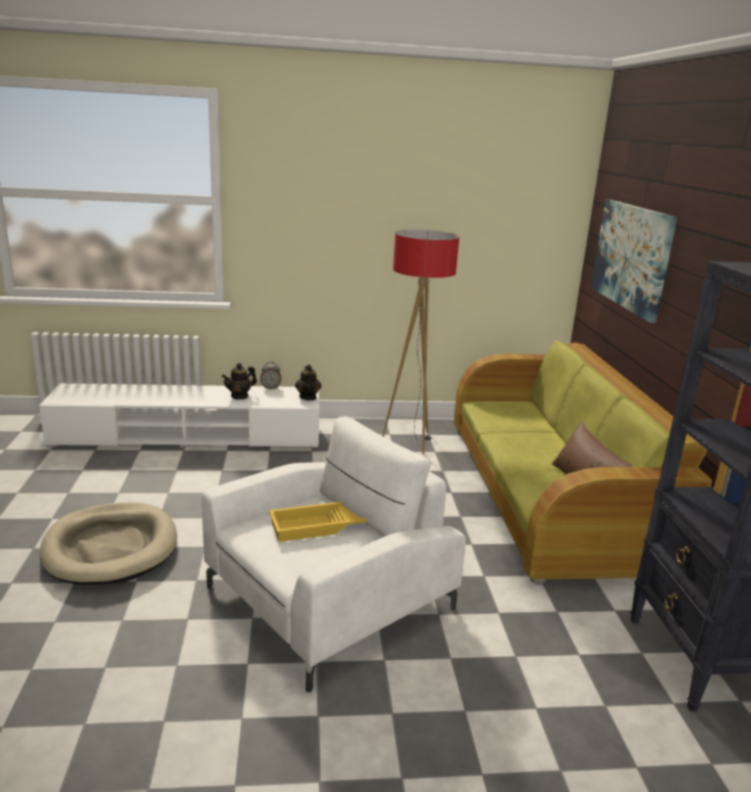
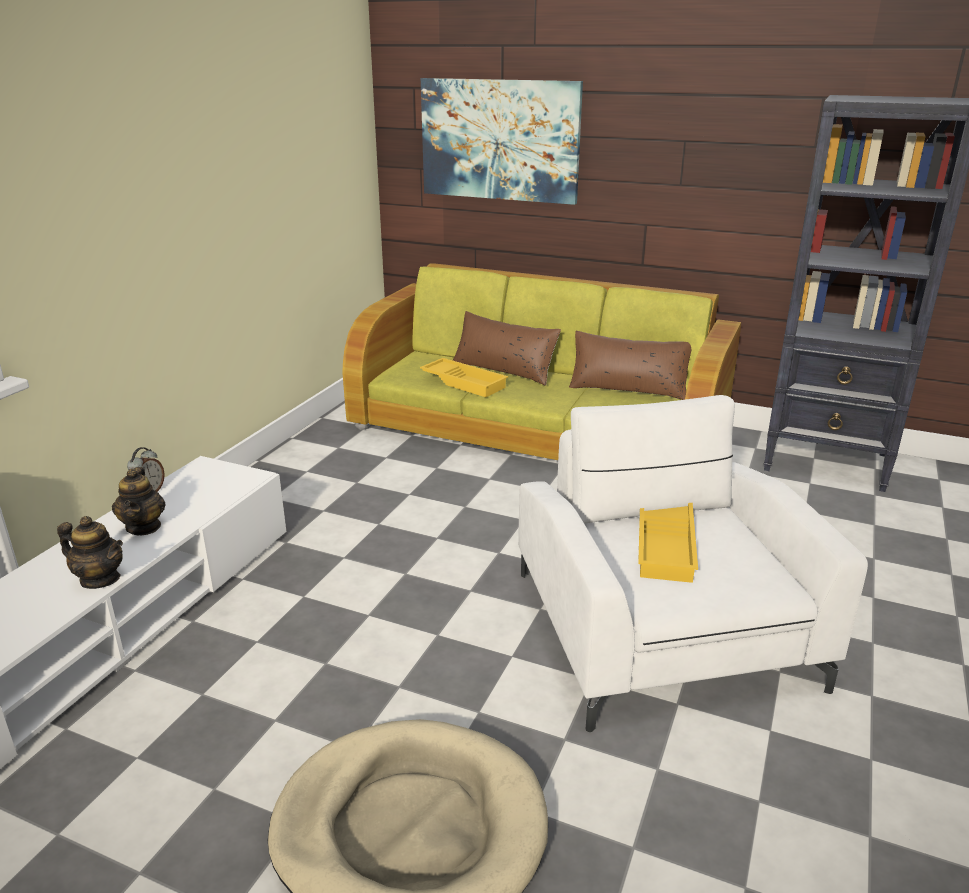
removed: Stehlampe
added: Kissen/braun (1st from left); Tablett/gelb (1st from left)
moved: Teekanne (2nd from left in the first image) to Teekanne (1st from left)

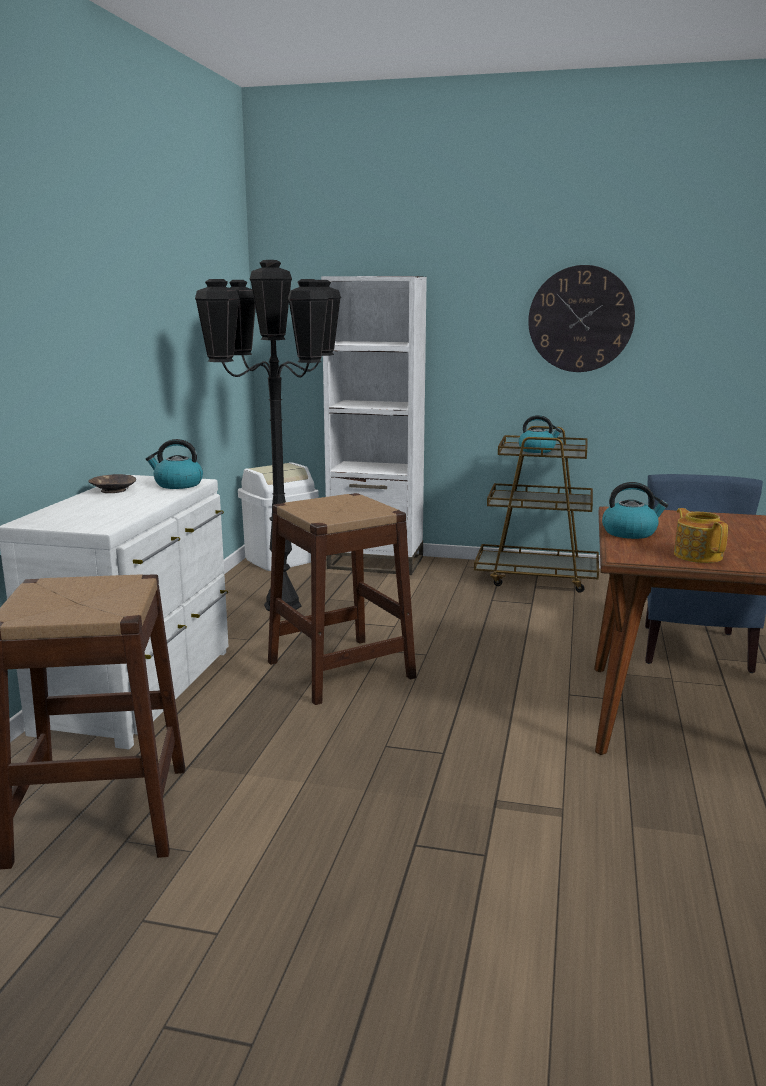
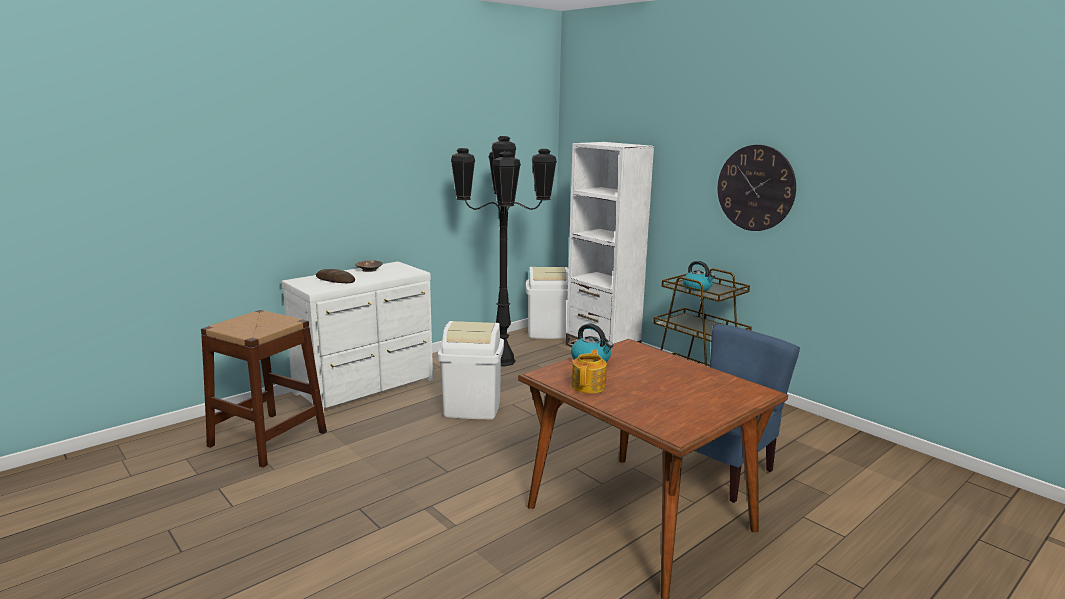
removed: Wasserkessel (1st from left)
added: Brot
replaced: Hocker/braun (2nd from left) to Mülleimer/weiß (1st from left)

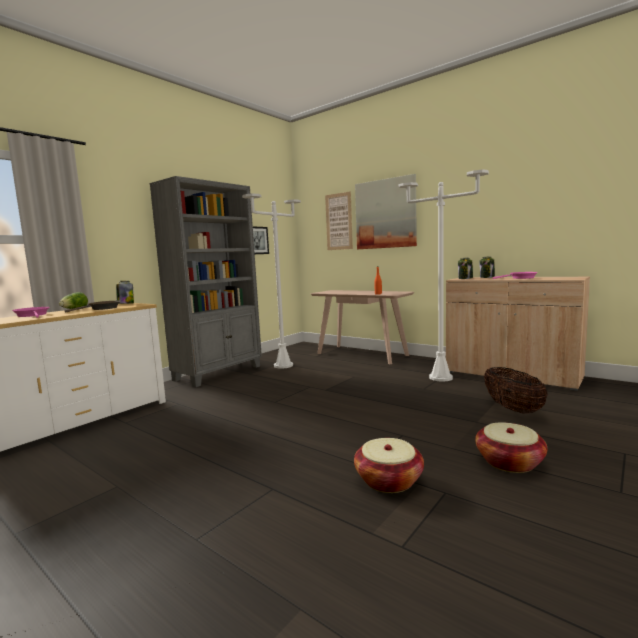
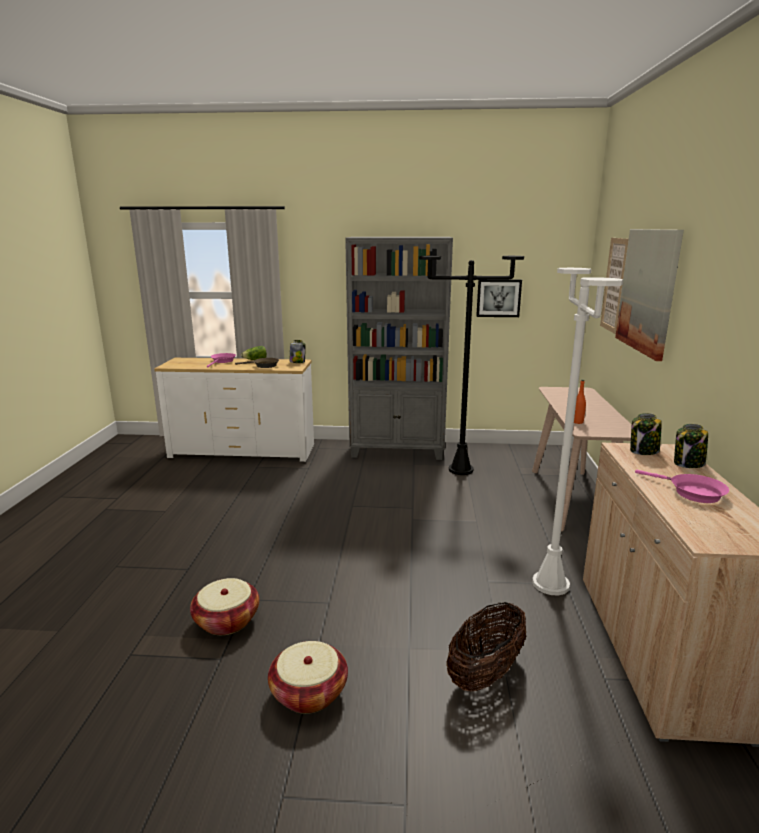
recoloured: Stehlampe/weiß (1st from left) to Stehlampe/schwarz

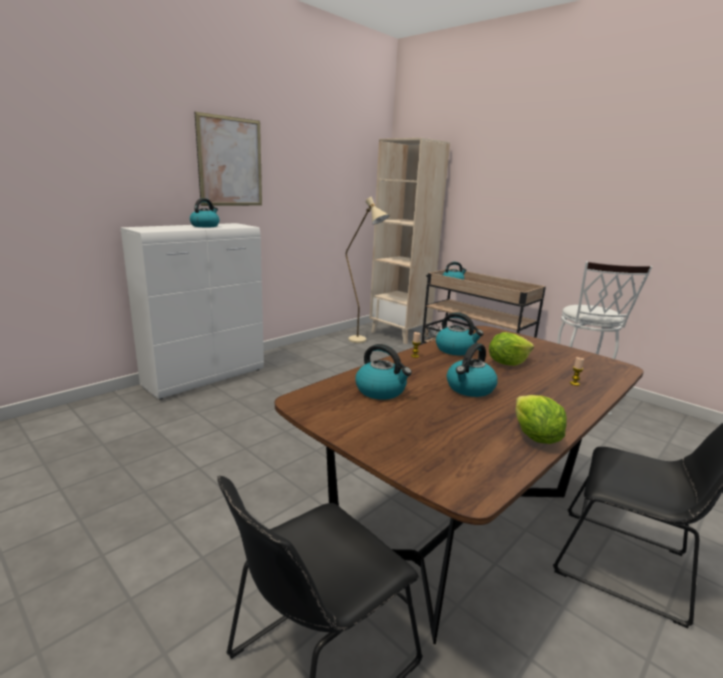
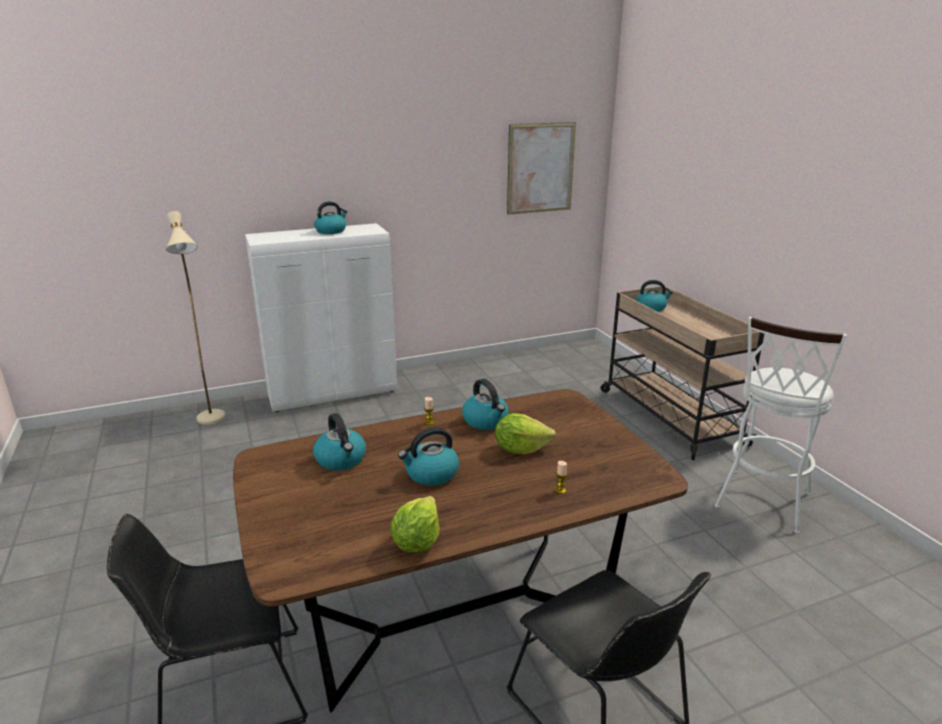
removed: Bücherregal/beige
moved: Bild; Stehlampe/beige

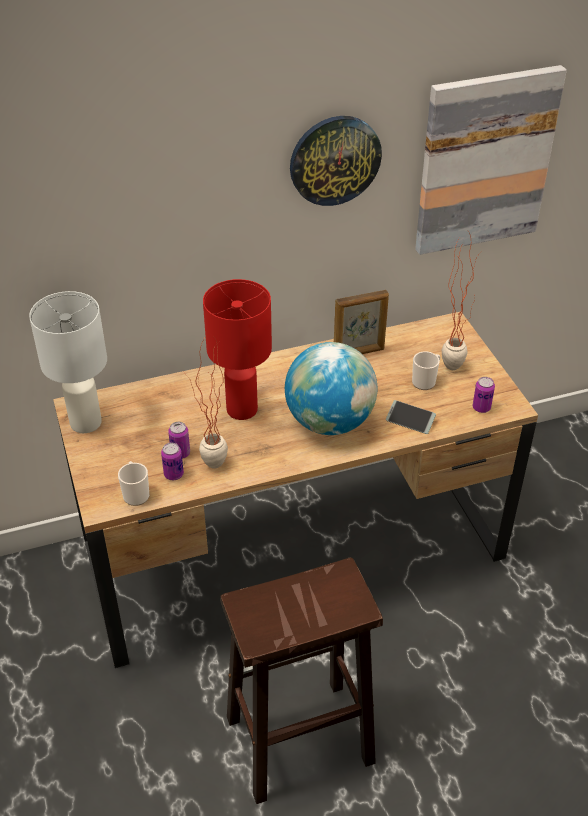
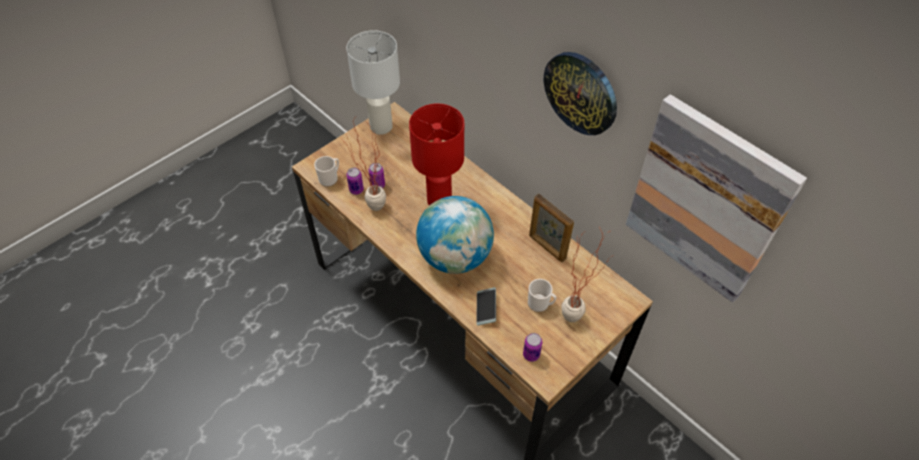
removed: Hocker/braun

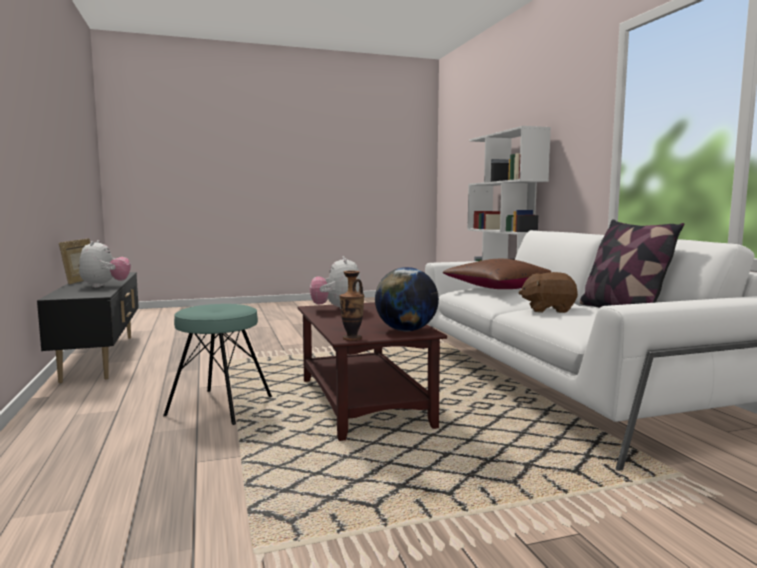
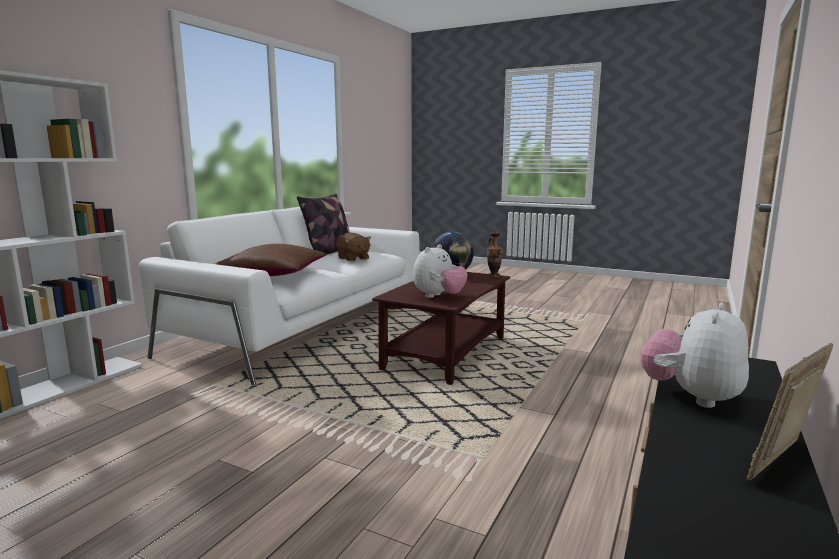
removed: Hocker/türkis

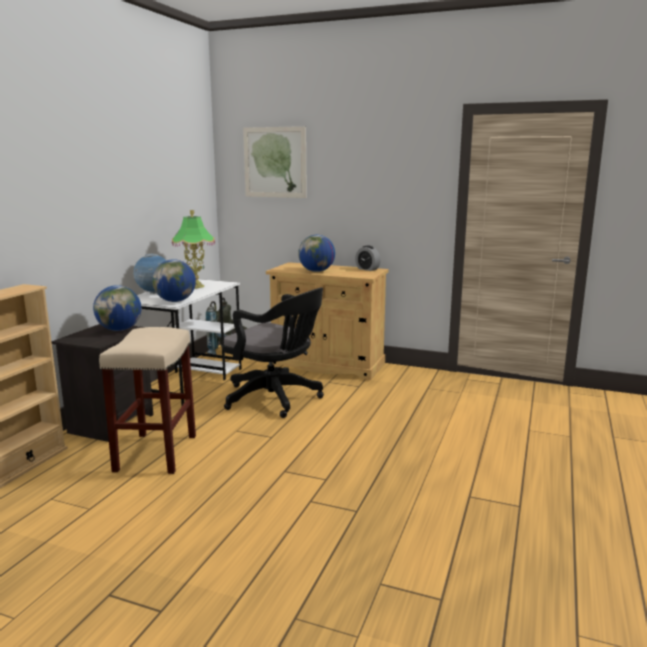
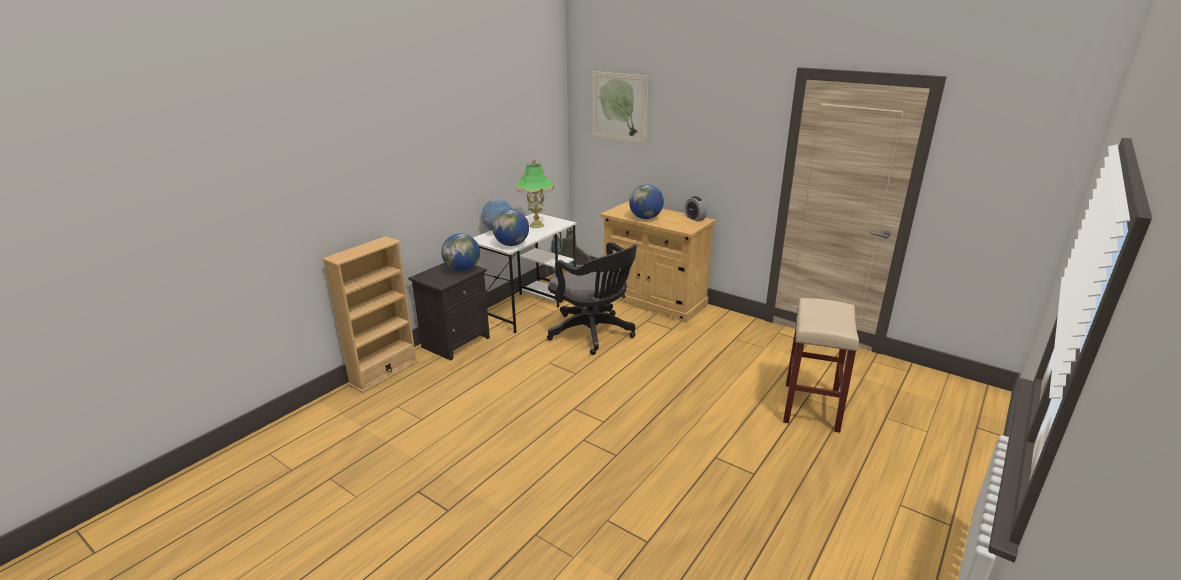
moved: Hocker/beige

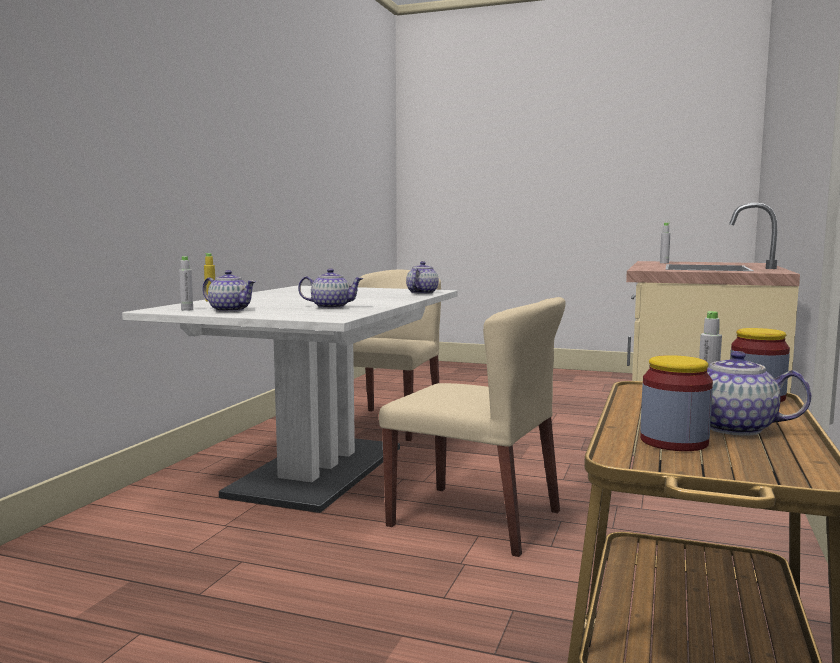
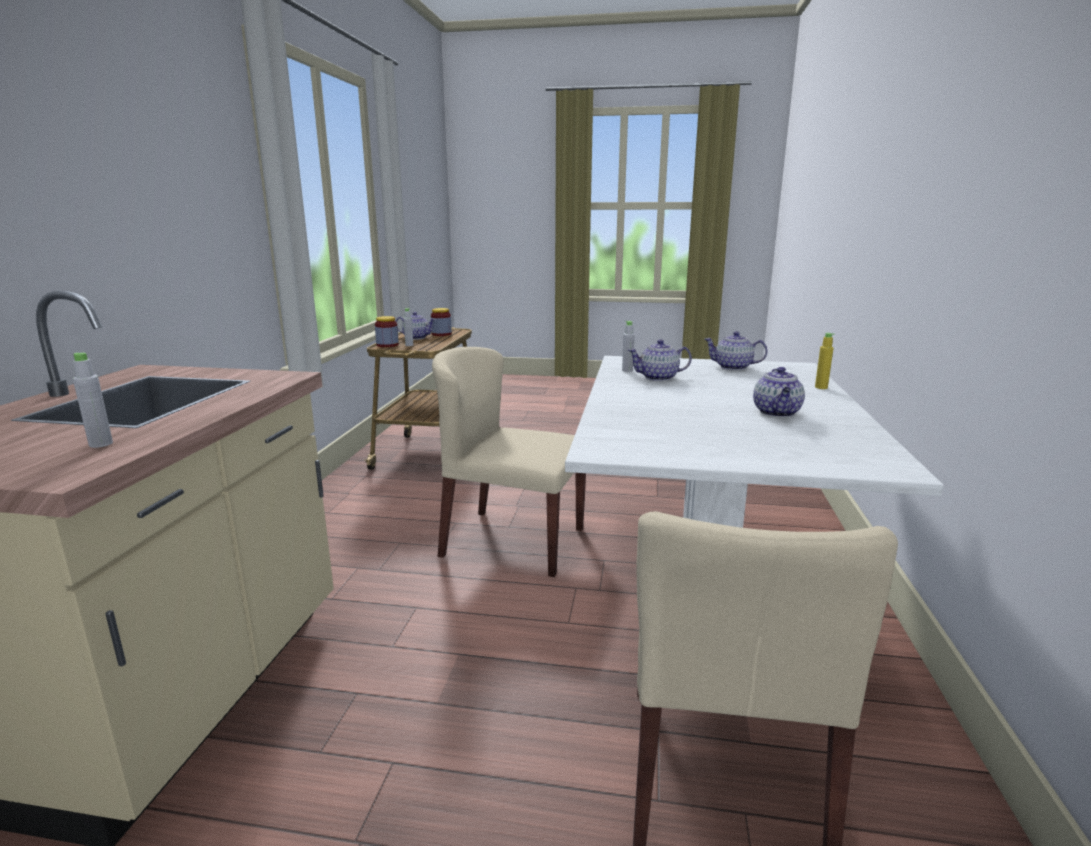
moved: Flasche/grau (1st from left in the first image) to Flasche/grau (3rd from left); Teekanne (3rd from left in the first image) to Teekanne (4th from left)

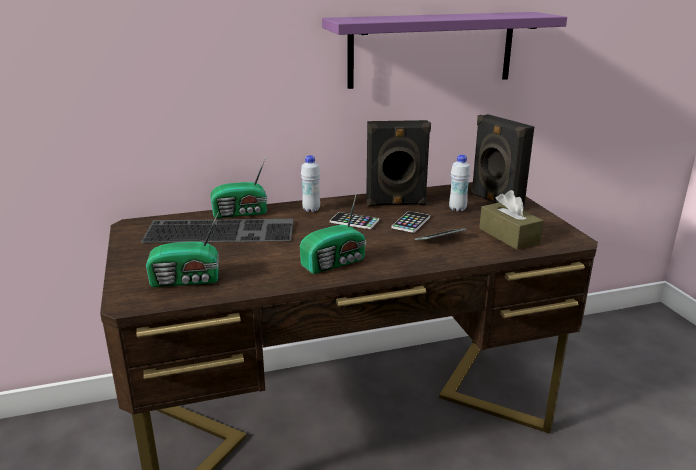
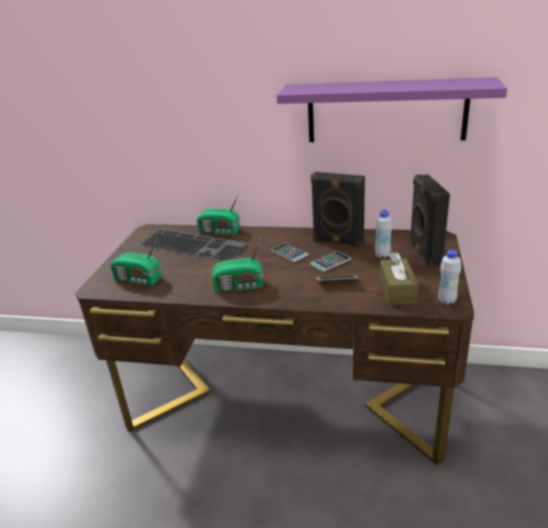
moved: Flasche/weiß (1st from left in the first image) to Flasche/weiß (2nd from left)

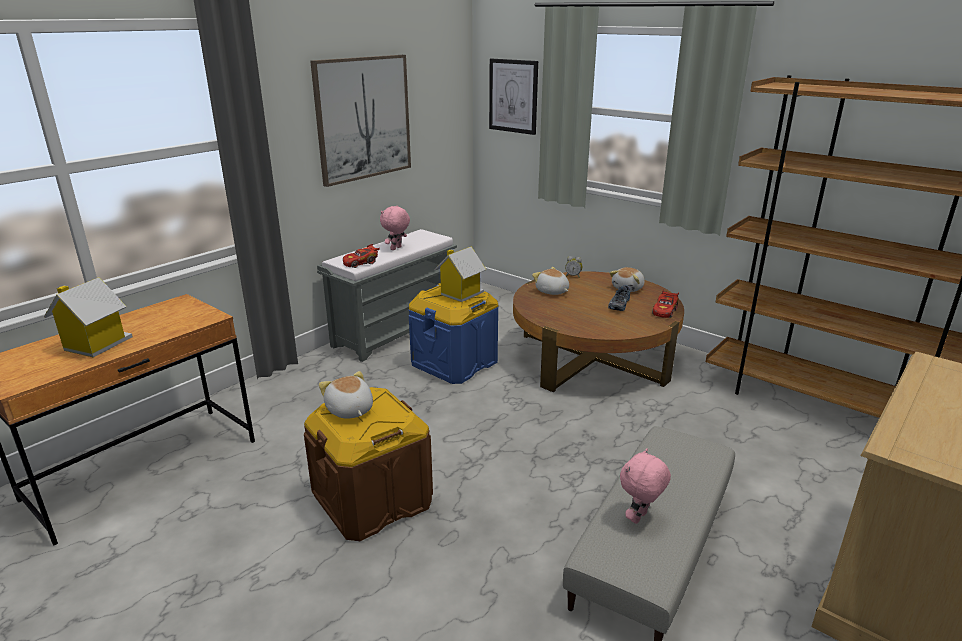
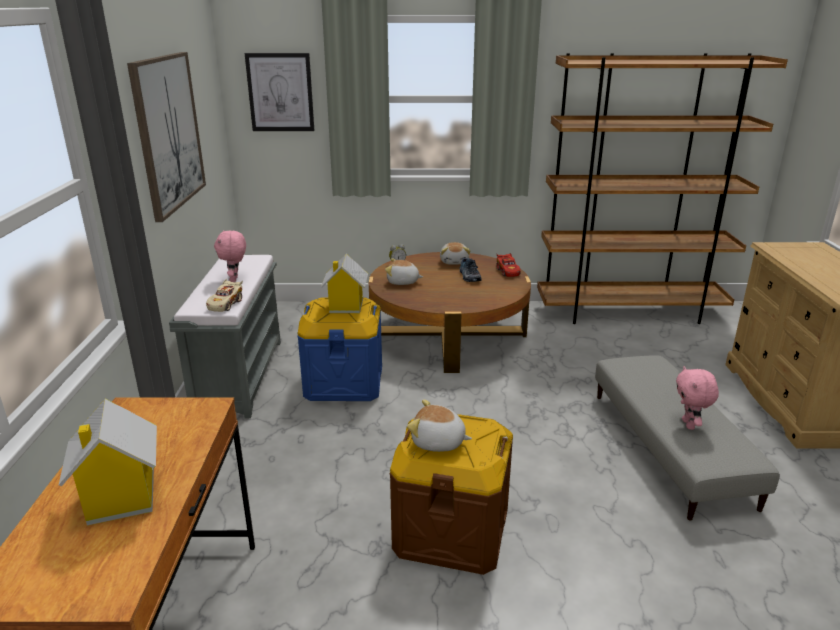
recoloured: Spielzeugauto/rot (1st from left) to Spielzeugauto/beige

